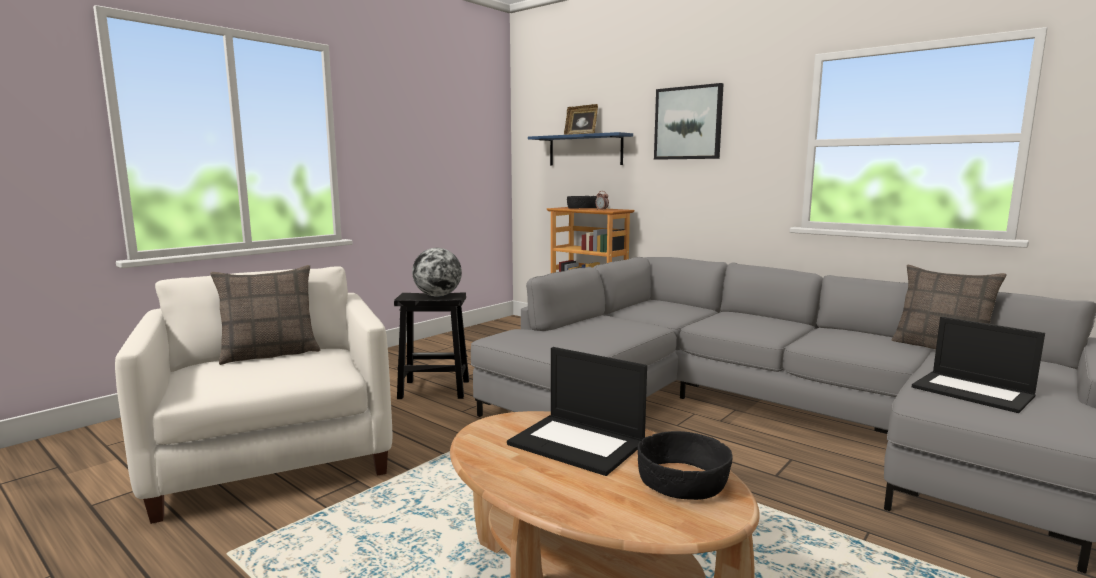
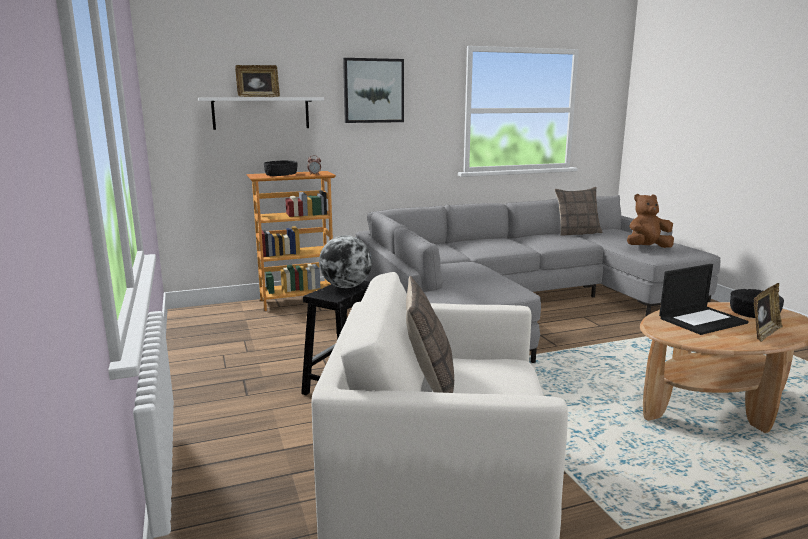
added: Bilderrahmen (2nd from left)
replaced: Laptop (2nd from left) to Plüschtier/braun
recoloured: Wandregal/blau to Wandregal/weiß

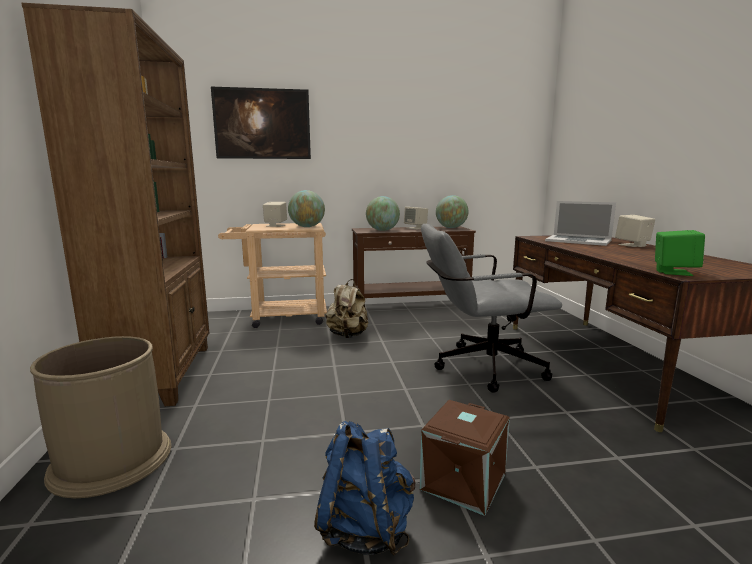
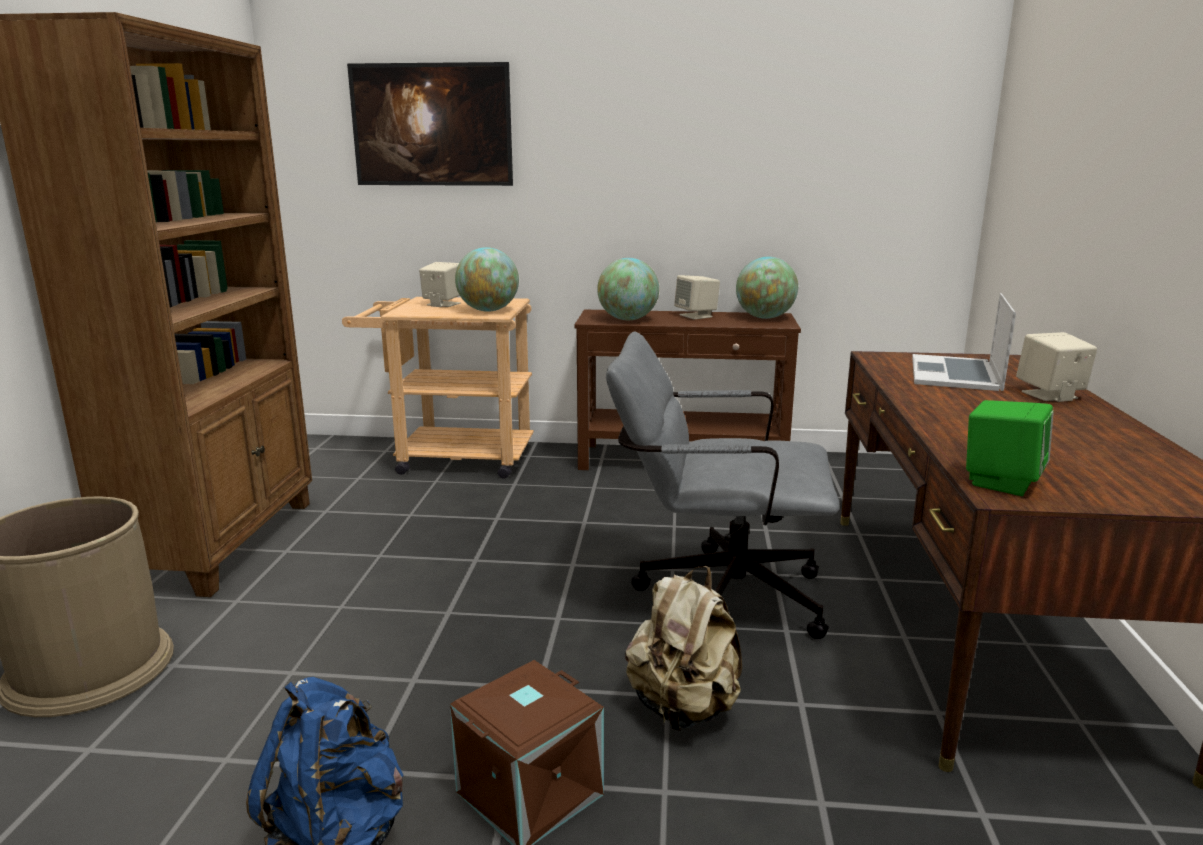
moved: Rucksack/beige
turned: Laptop 60 degrees clockwise

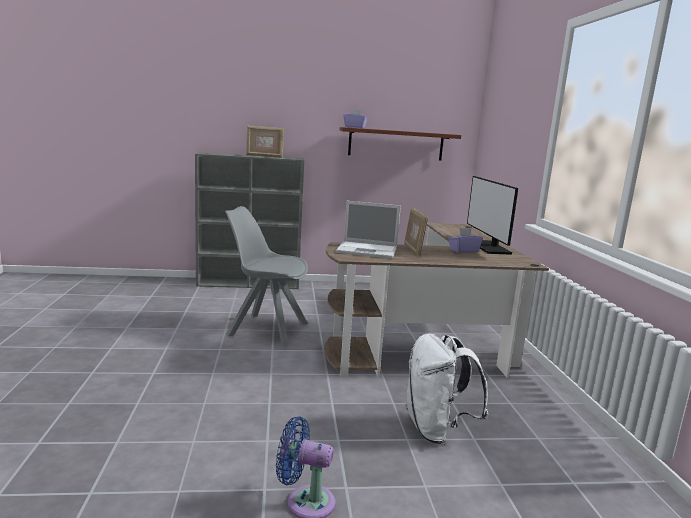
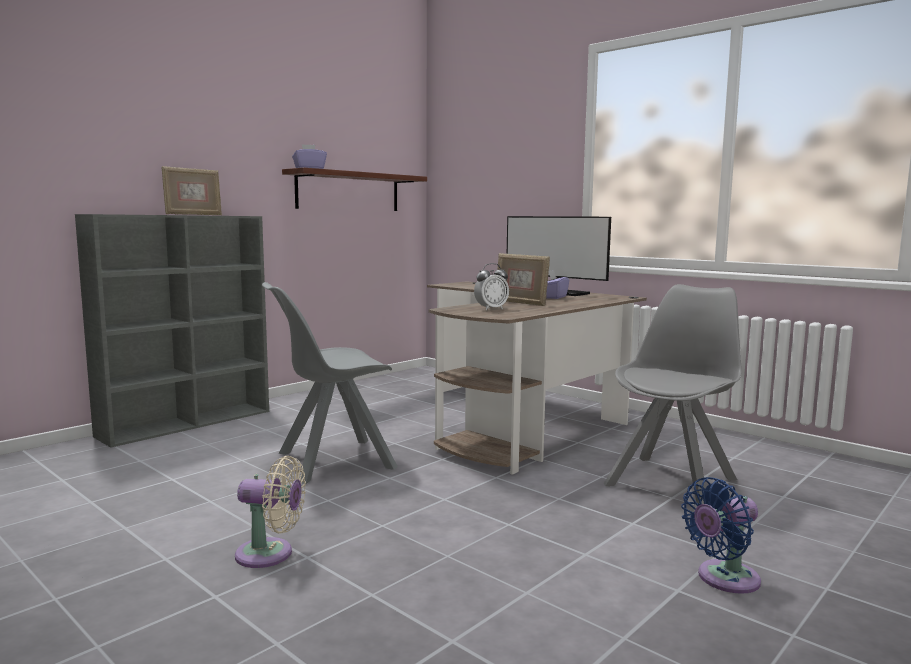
added: Ventilator/beige
replaced: Laptop to Wecker; Rucksack/weiß to Stuhl/grau (2nd from left)

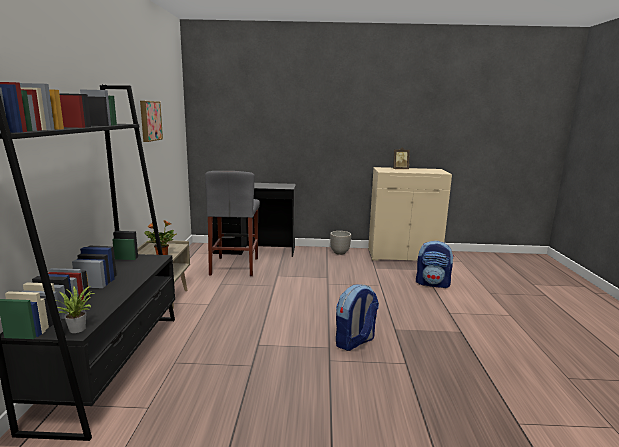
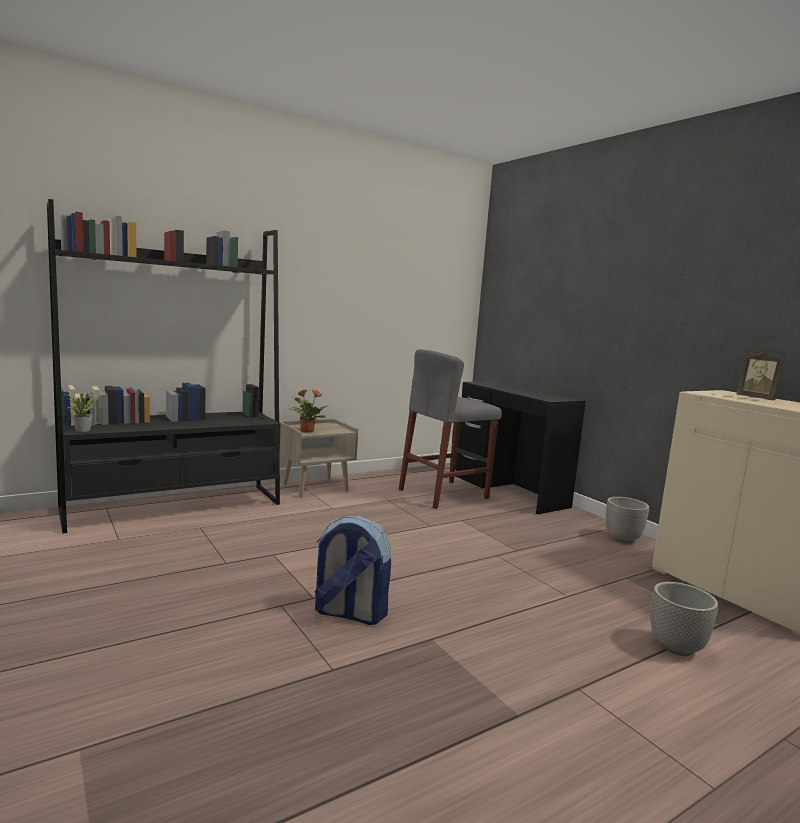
removed: Bild
replaced: Rucksack (2nd from left) to Pflanzkübel (2nd from left)

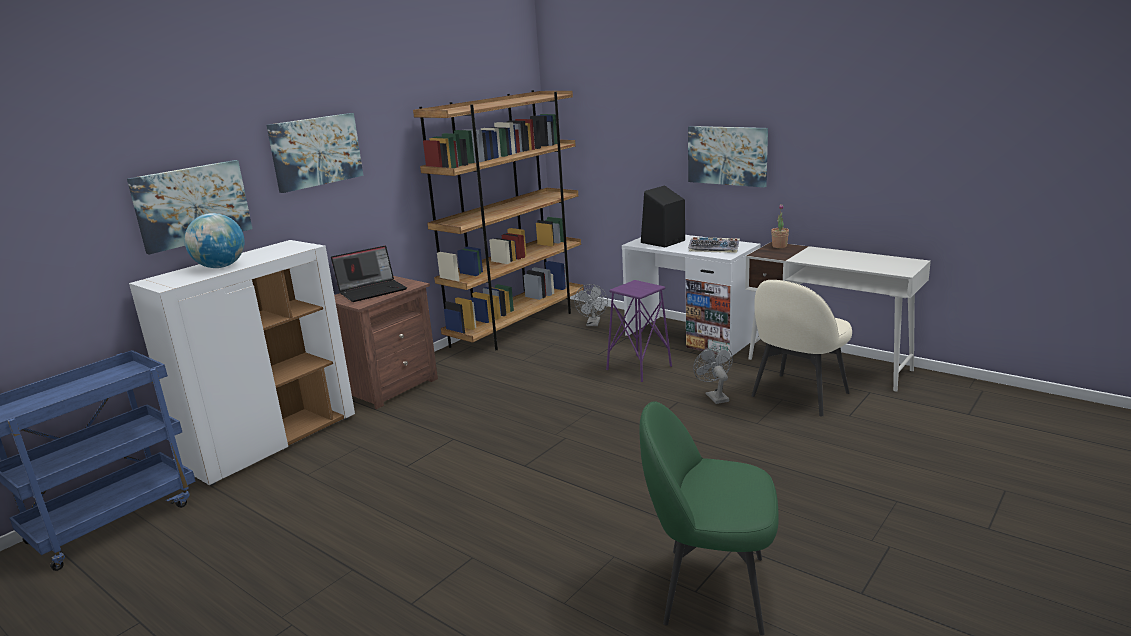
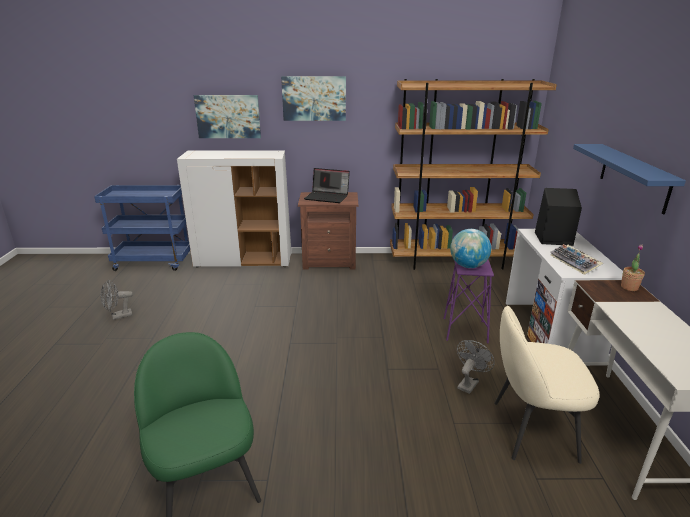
moved: Globus; Ventilator/grau (1st from left)
replaced: Bild (3rd from left) to Wandregal/blau

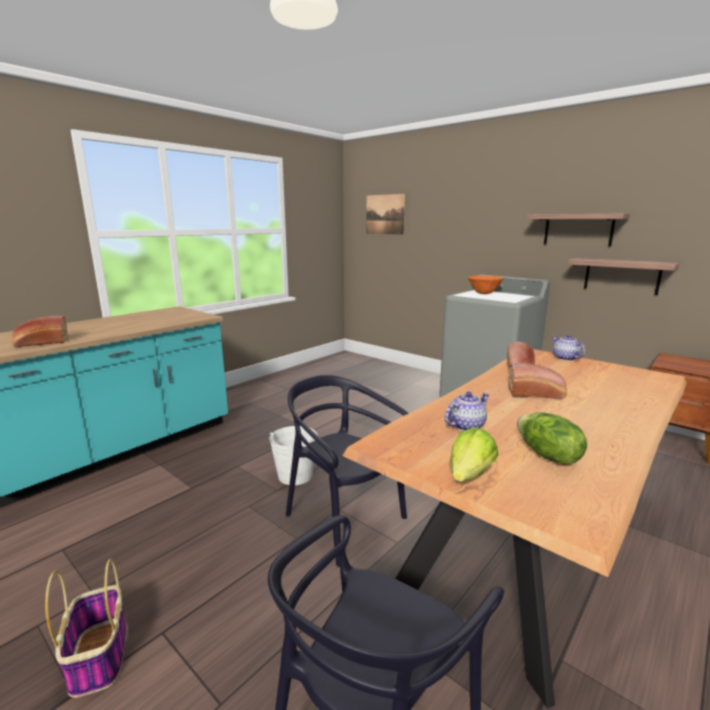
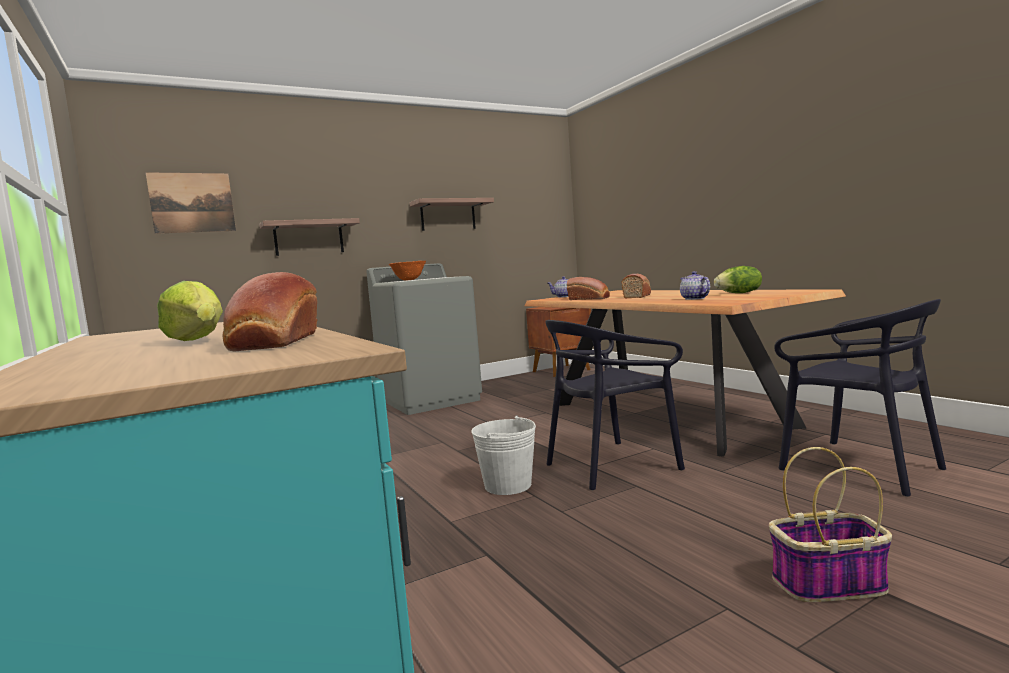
moved: Wandregal (2nd from left in the first image) to Wandregal (1st from left); Salatkopf (1st from left)

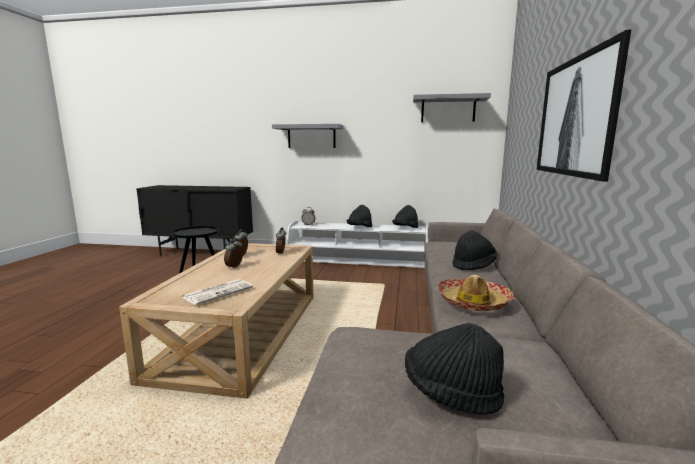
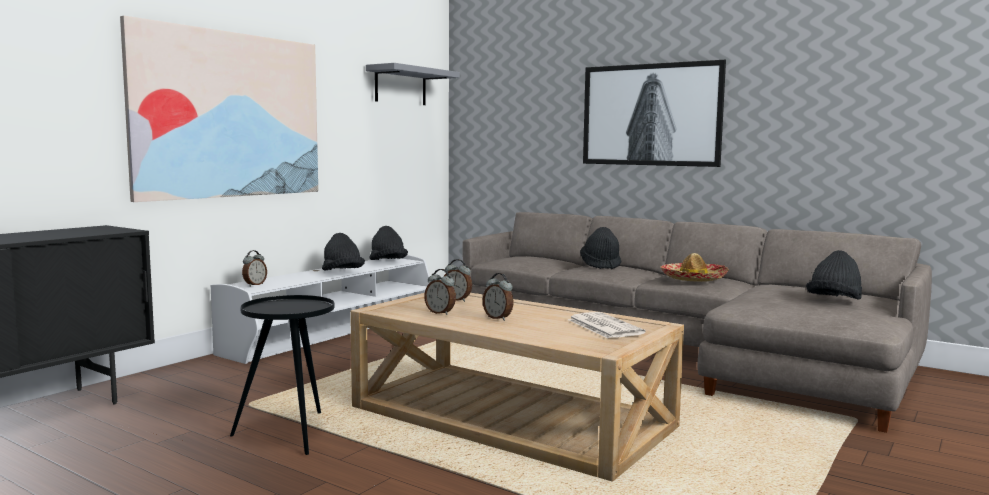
replaced: Wandregal/grau (1st from left) to Bild (1st from left)

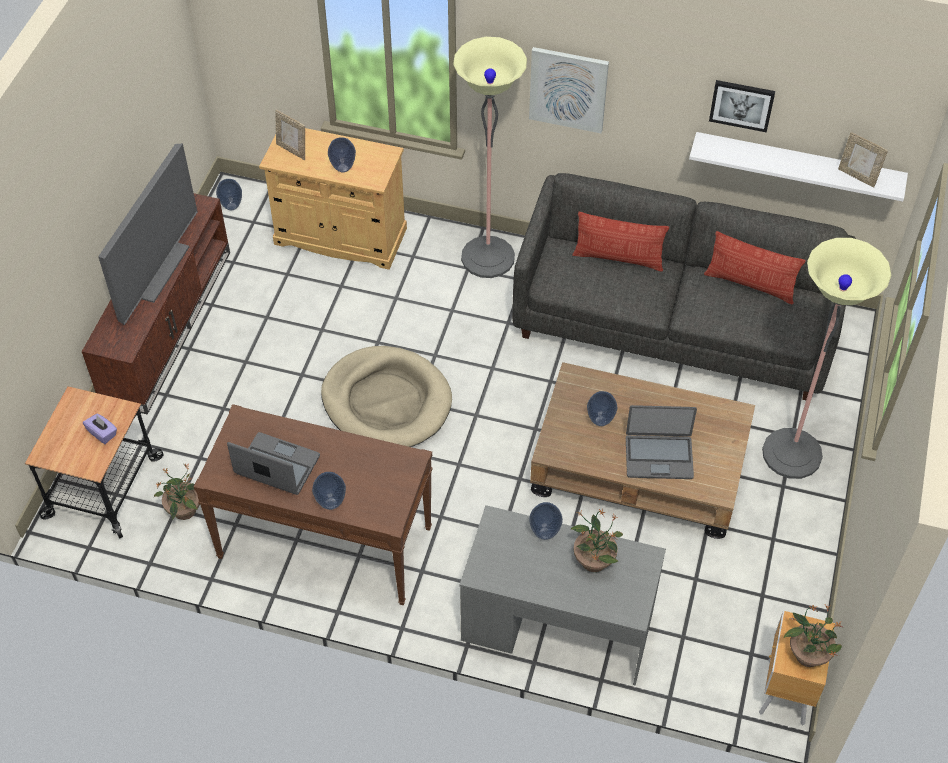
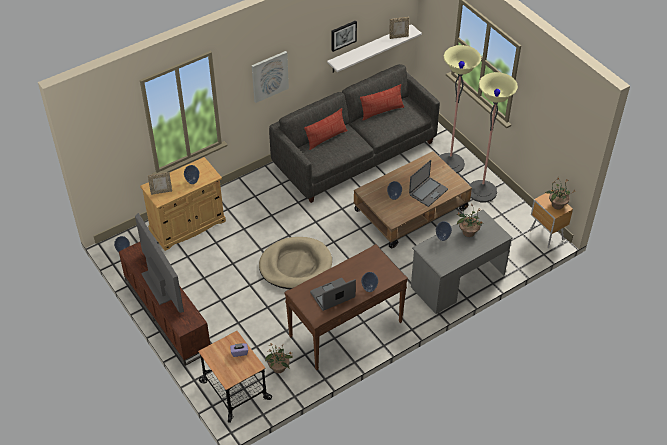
moved: Stehlampe (1st from left in the first image) to Stehlampe (2nd from left)

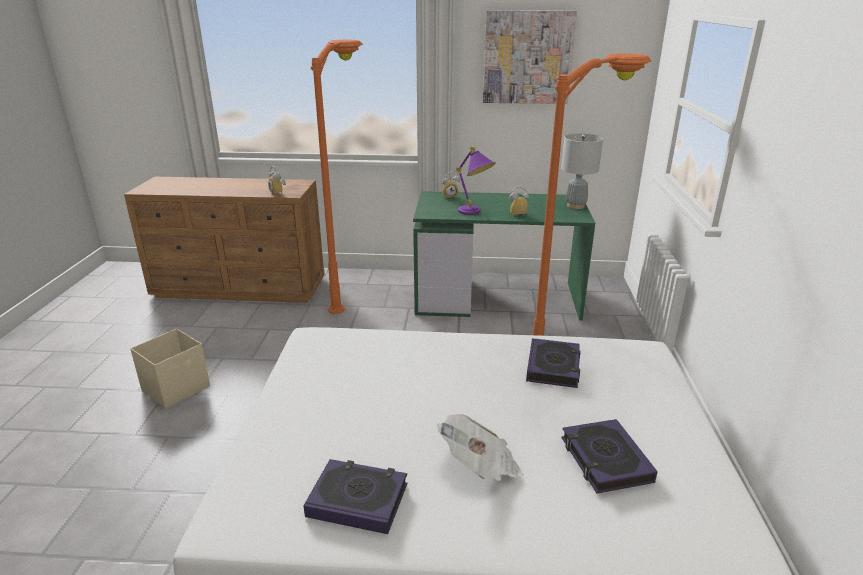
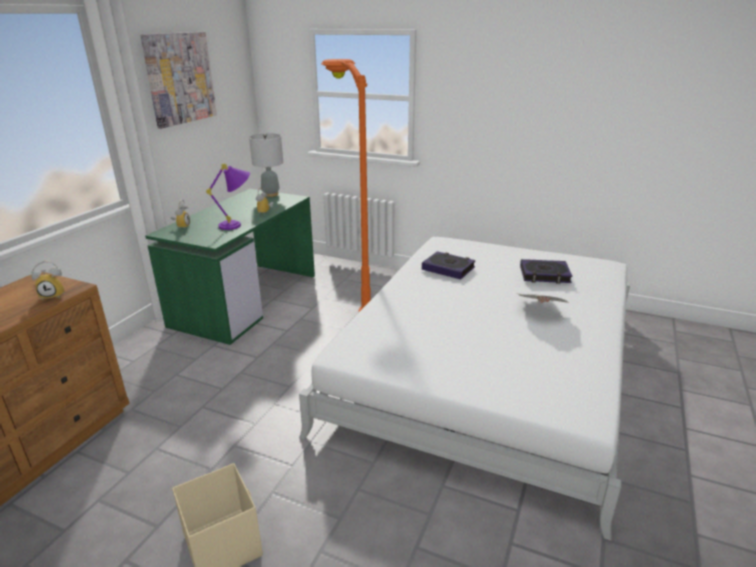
removed: Stehlampe/orange (1st from left); Buch (1st from left)

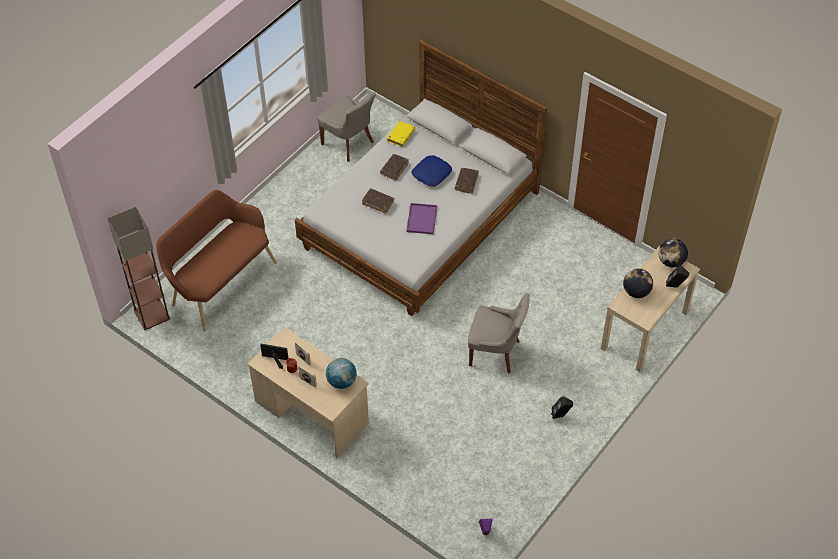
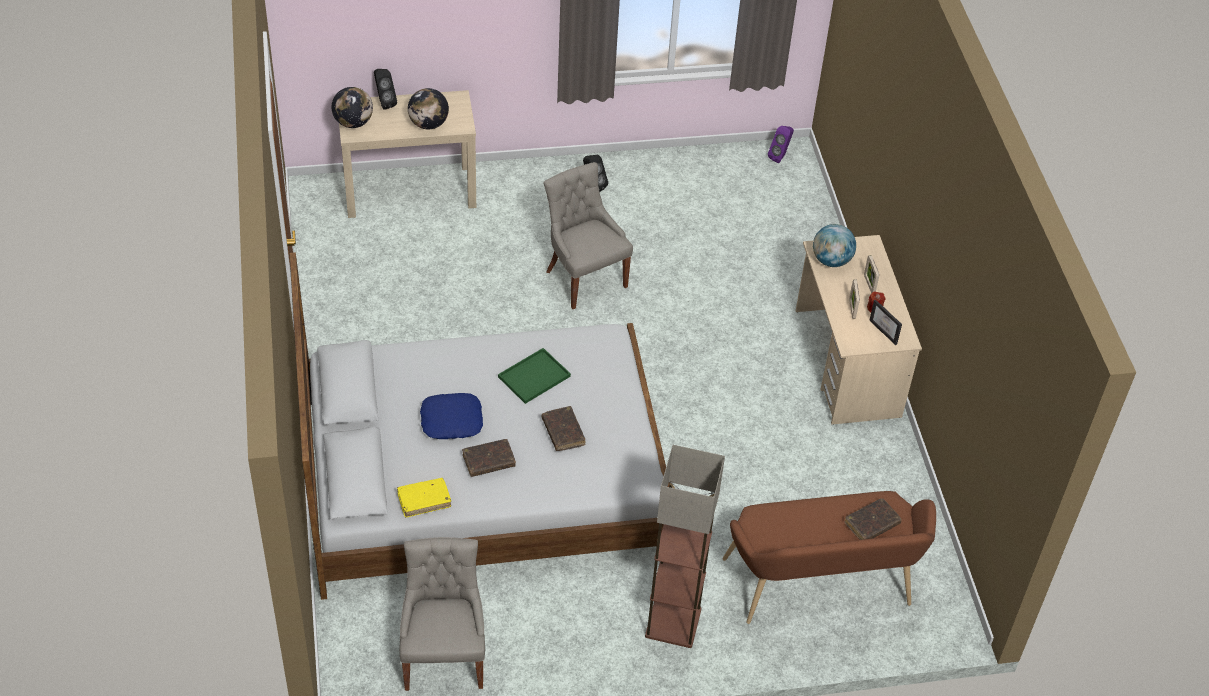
moved: Buch/braun (3rd from left); Stehlampe
recoloured: Tablett/lila to Tablett/grün

